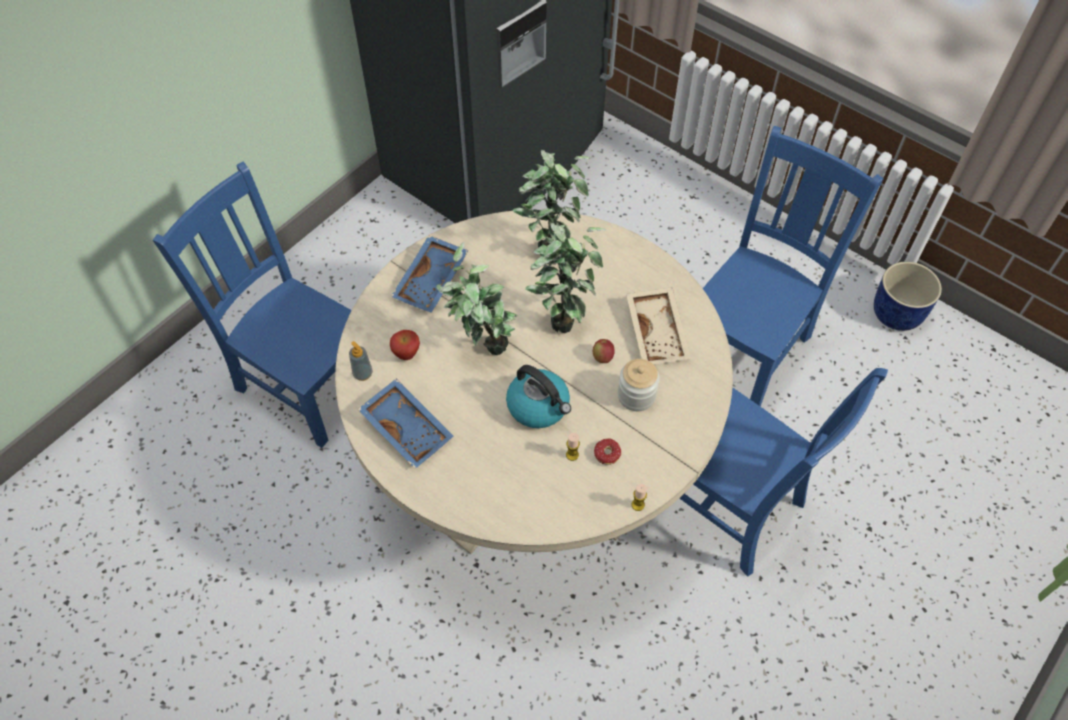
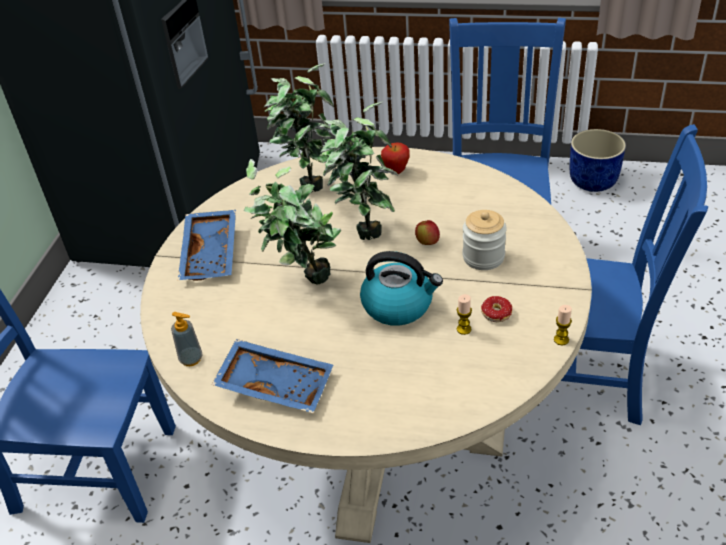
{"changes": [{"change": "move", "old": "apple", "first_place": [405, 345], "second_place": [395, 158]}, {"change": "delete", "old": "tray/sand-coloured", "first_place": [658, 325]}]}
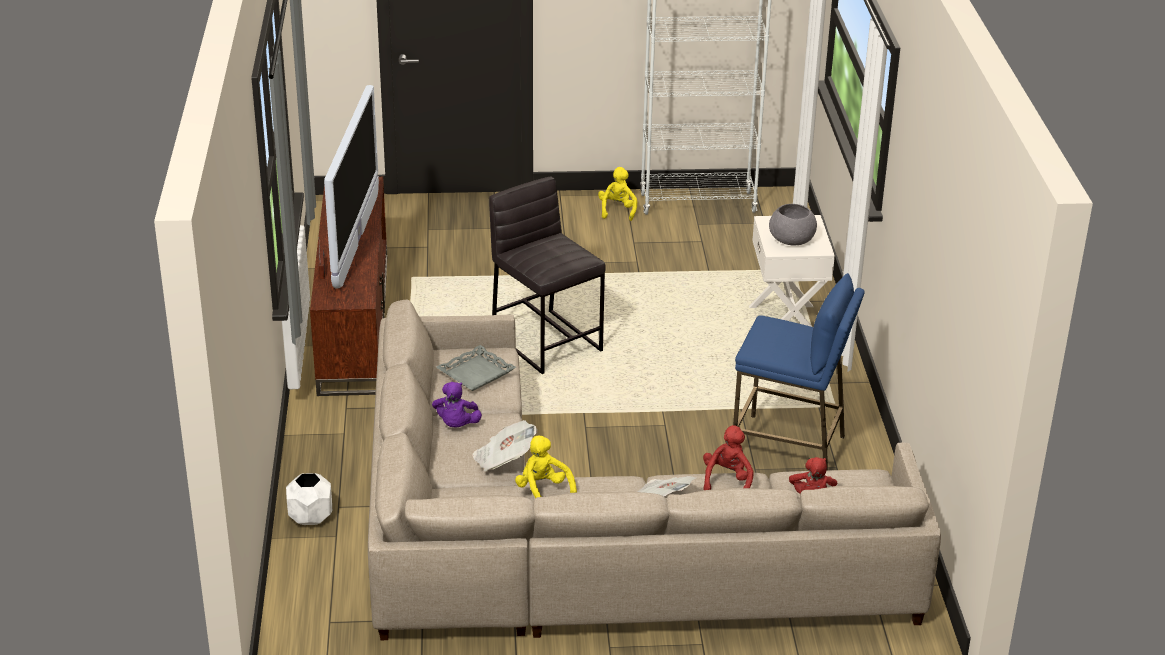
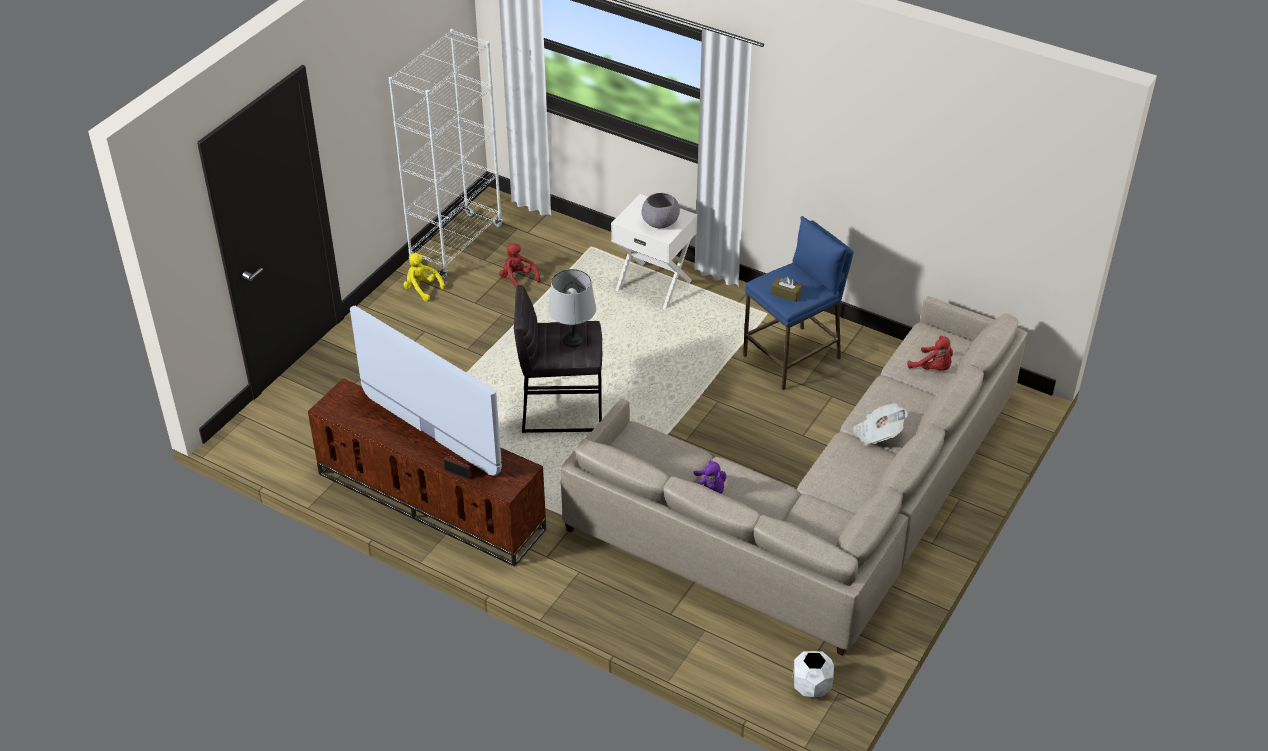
{"changes": [{"change": "move", "old": "cuddly toy/red", "first_place": [728, 457], "second_place": [520, 265]}, {"change": "insert", "new": "table lamp/greyish", "second_place": [572, 308]}, {"change": "insert", "new": "tissue box/brownish", "second_place": [786, 289]}, {"change": "move", "old": "plant pot/white", "first_place": [309, 499], "second_place": [813, 674]}, {"change": "delete", "old": "tray/greyish", "first_place": [476, 368]}, {"change": "delete", "old": "printed paper", "first_place": [504, 446]}, {"change": "delete", "old": "cuddly toy/yellowish", "first_place": [546, 467]}]}
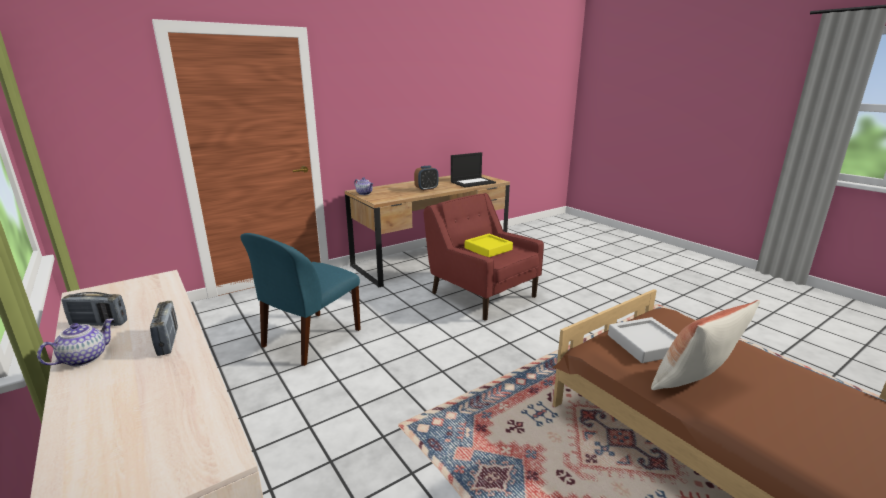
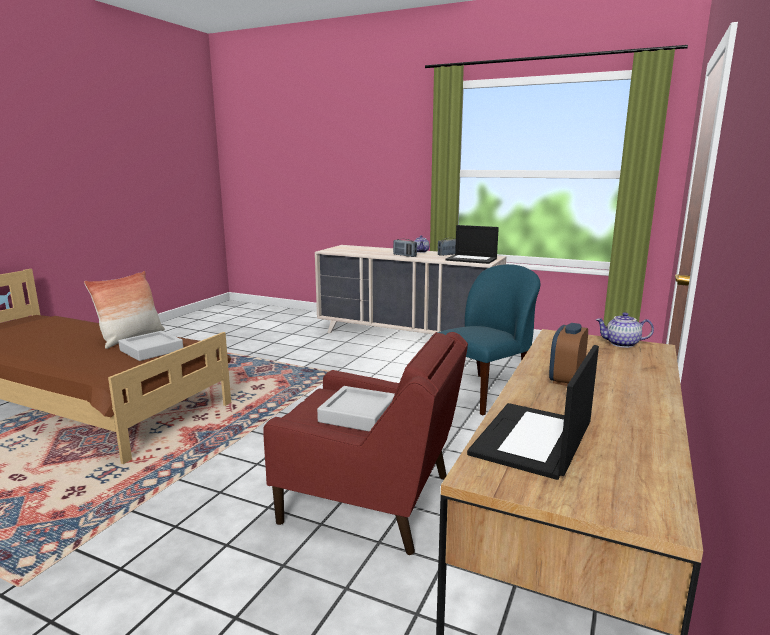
{"changes": [{"change": "recolor", "old": "tray/yellowish", "new": "tray/greyish", "first_place": [489, 245], "second_place": [356, 409]}, {"change": "rotate", "old": "upright chair/blue-coloured", "first_place": [301, 299], "second_place": [485, 339], "degrees": 45}, {"change": "insert", "new": "laptop", "second_place": [472, 244]}]}
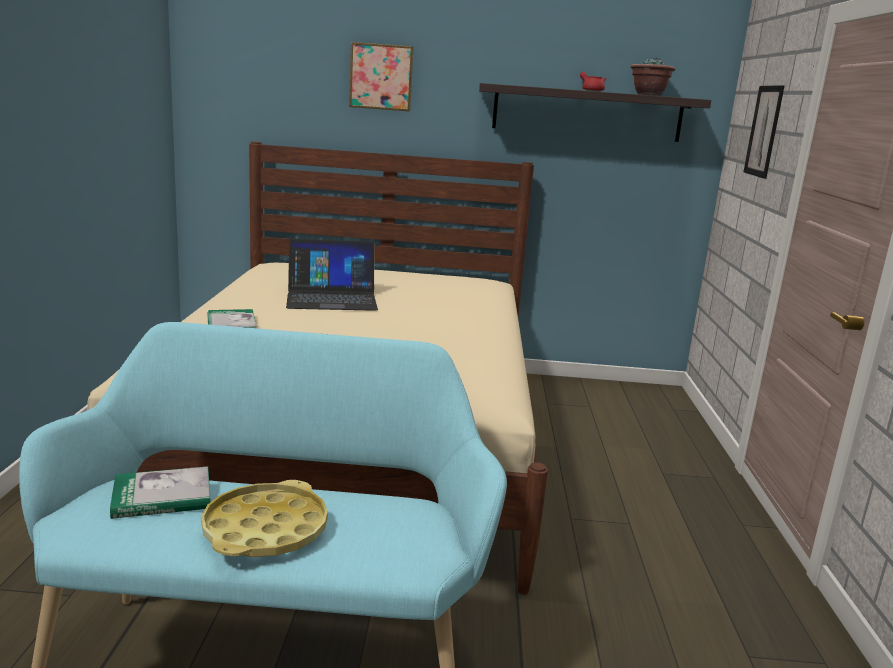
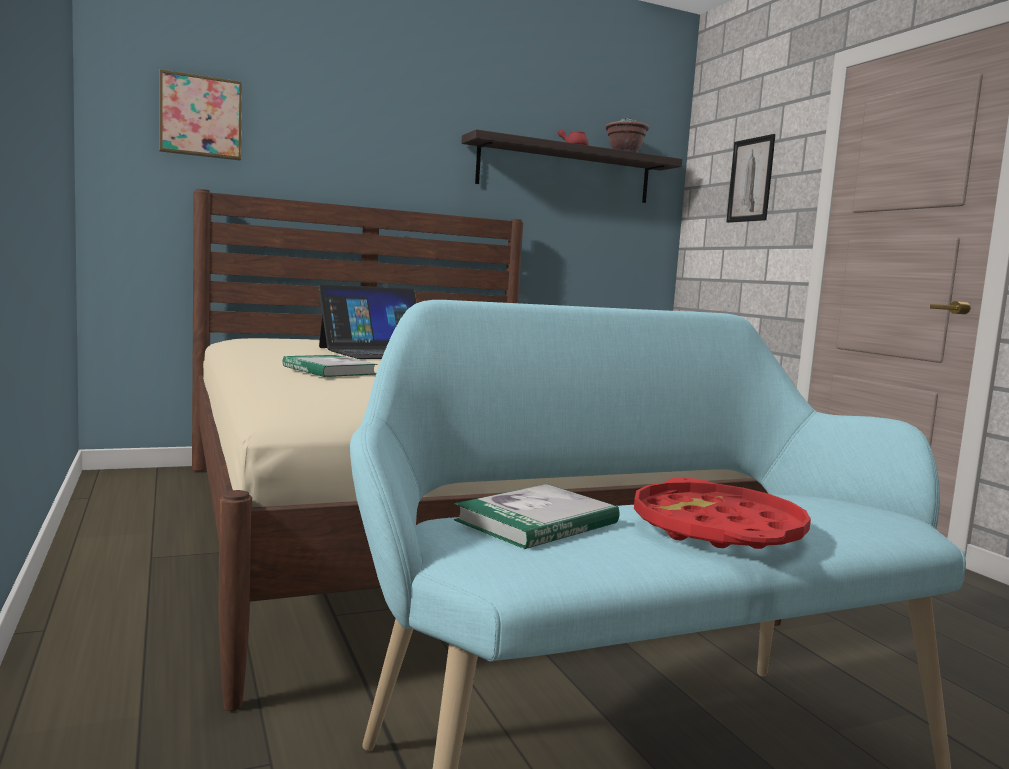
{"changes": [{"change": "move", "old": "picture", "first_place": [381, 76], "second_place": [200, 114]}, {"change": "recolor", "old": "tray/yellowish", "new": "tray/red", "first_place": [264, 518], "second_place": [722, 513]}]}
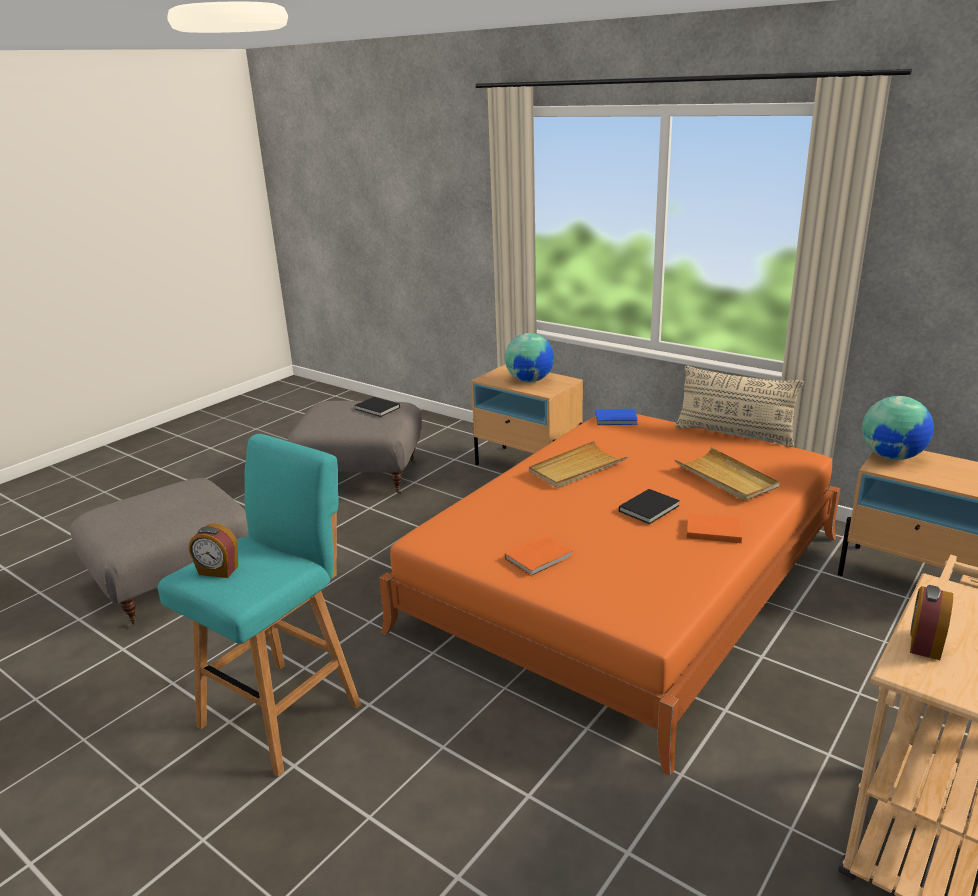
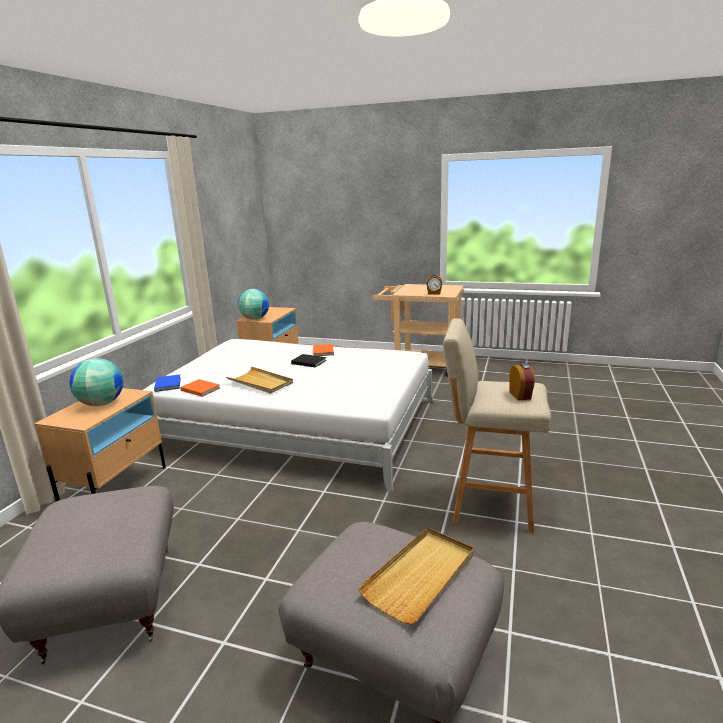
{"changes": [{"change": "recolor", "old": "sleeping bed/orange-coloured", "new": "sleeping bed/white", "first_place": [609, 595], "second_place": [288, 415]}, {"change": "move", "old": "book/orange-coloured", "first_place": [539, 556], "second_place": [200, 388]}, {"change": "move", "old": "tray/sand-coloured", "first_place": [727, 474], "second_place": [416, 576]}, {"change": "recolor", "old": "stool/turquoise-coloured", "new": "stool/sand-coloured", "first_place": [259, 605], "second_place": [497, 426]}, {"change": "delete", "old": "book/black-coloured", "first_place": [377, 407]}, {"change": "delete", "old": "throw pillow/sand-coloured", "first_place": [739, 406]}]}
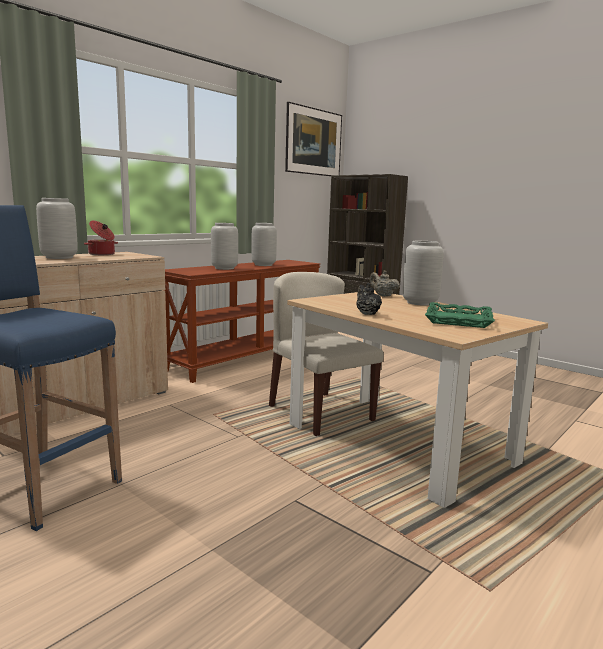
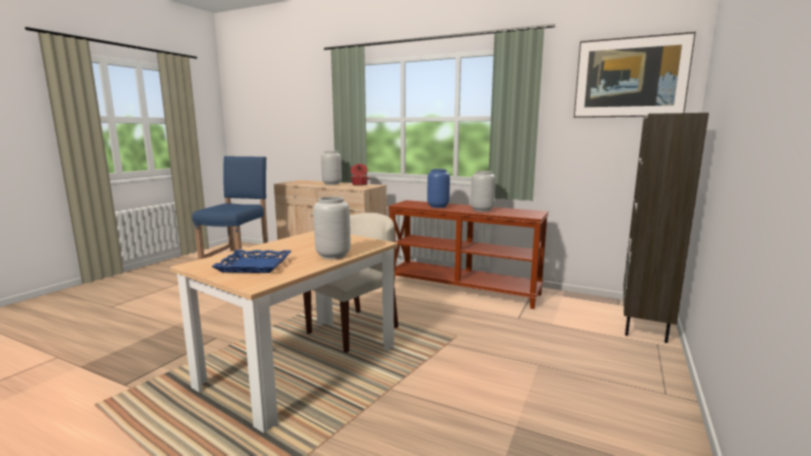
{"changes": [{"change": "recolor", "old": "tray/greenish", "new": "tray/blue-coloured", "first_place": [460, 315], "second_place": [251, 261]}, {"change": "recolor", "old": "flower vase/greyish", "new": "flower vase/blue-coloured", "first_place": [224, 246], "second_place": [438, 188]}, {"change": "delete", "old": "pot for tea/black-coloured", "first_place": [369, 299]}, {"change": "delete", "old": "pot for tea/sand-coloured", "first_place": [384, 283]}]}
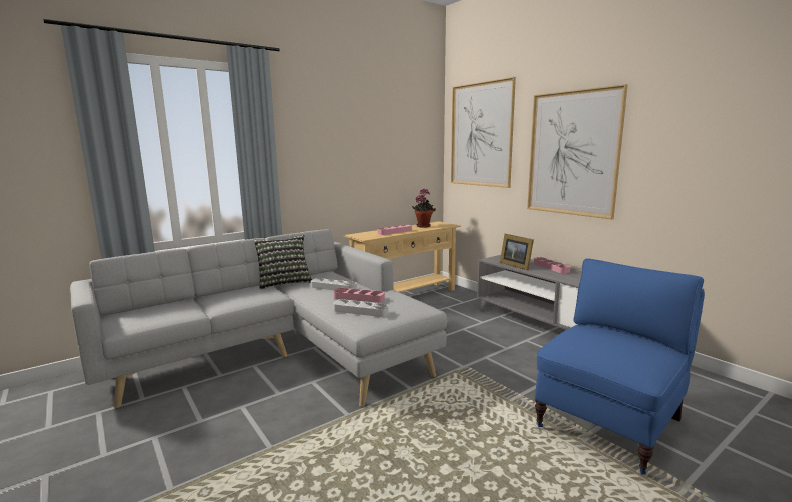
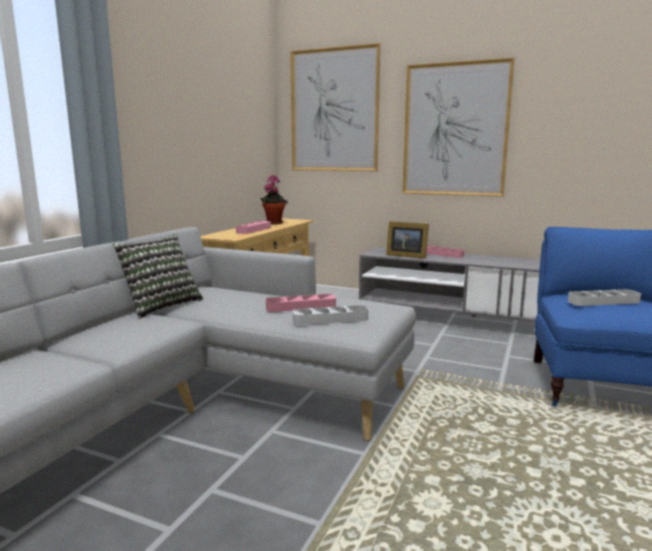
{"changes": [{"change": "move", "old": "tray/greyish", "first_place": [334, 284], "second_place": [604, 297]}]}
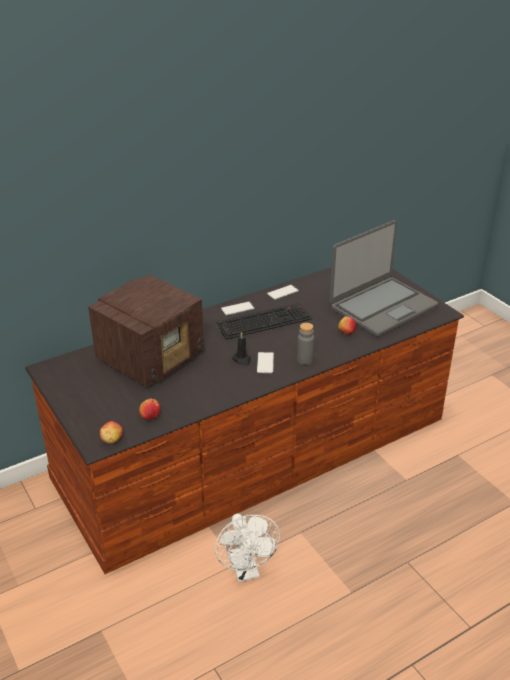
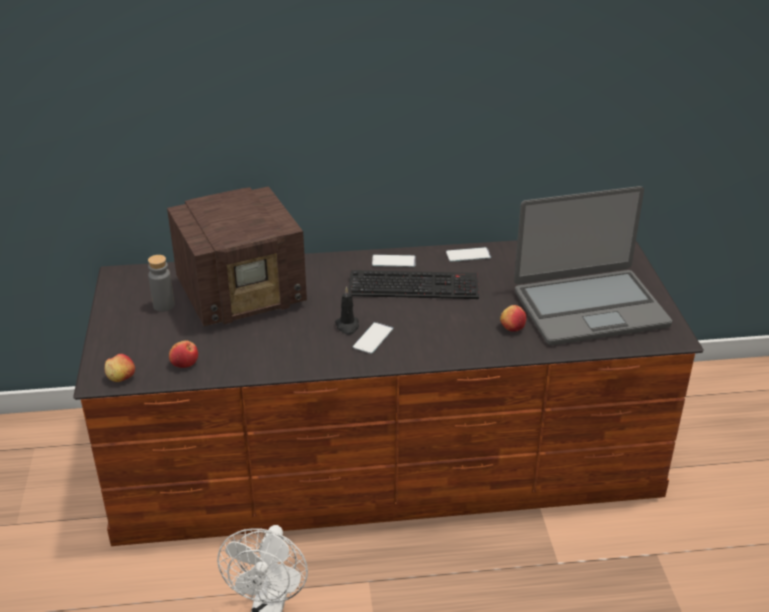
{"changes": [{"change": "move", "old": "drink bottle/greyish", "first_place": [305, 344], "second_place": [161, 283]}]}
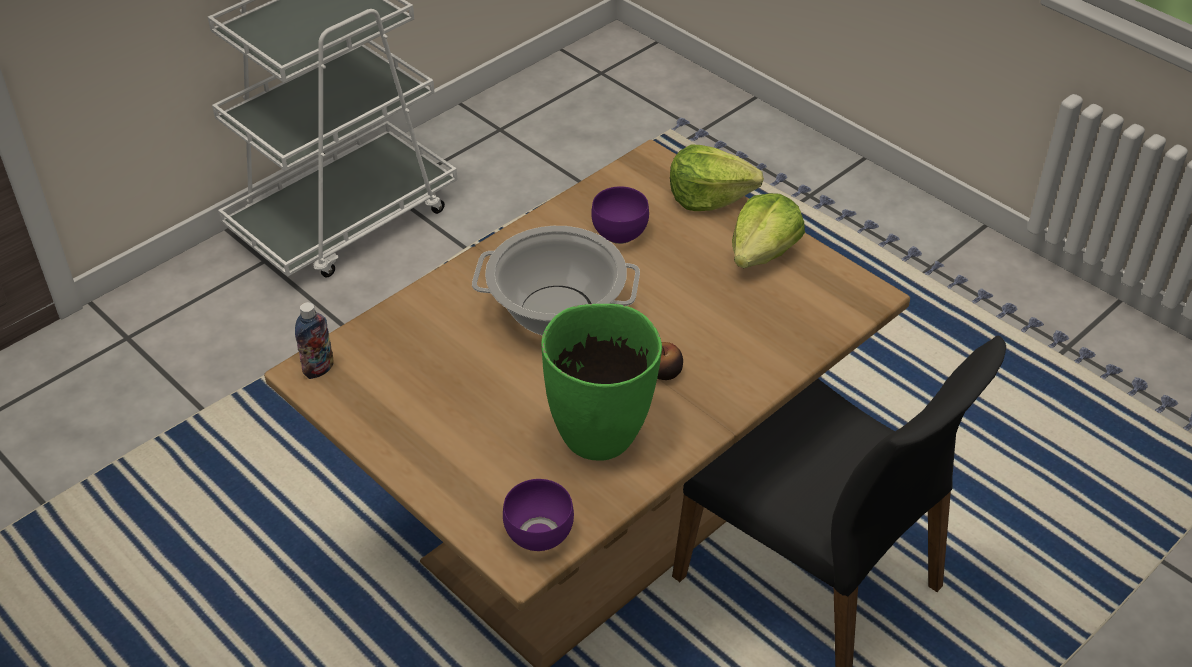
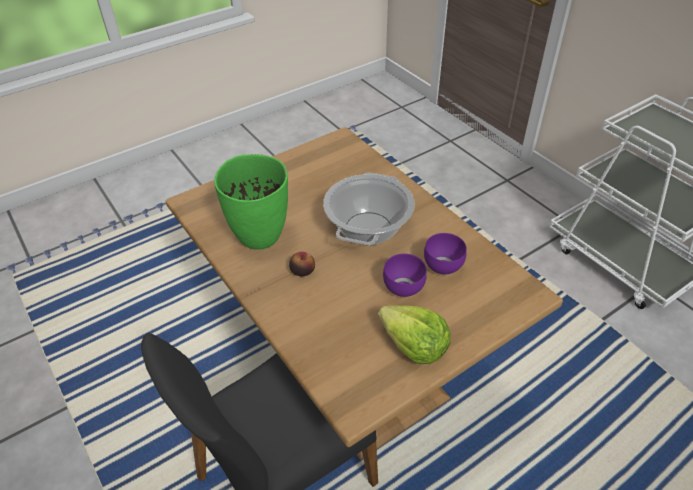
{"changes": [{"change": "move", "old": "bowl/purplish", "first_place": [538, 515], "second_place": [405, 275]}, {"change": "delete", "old": "drink bottle", "first_place": [314, 340]}, {"change": "delete", "old": "lettuce", "first_place": [717, 178]}]}
